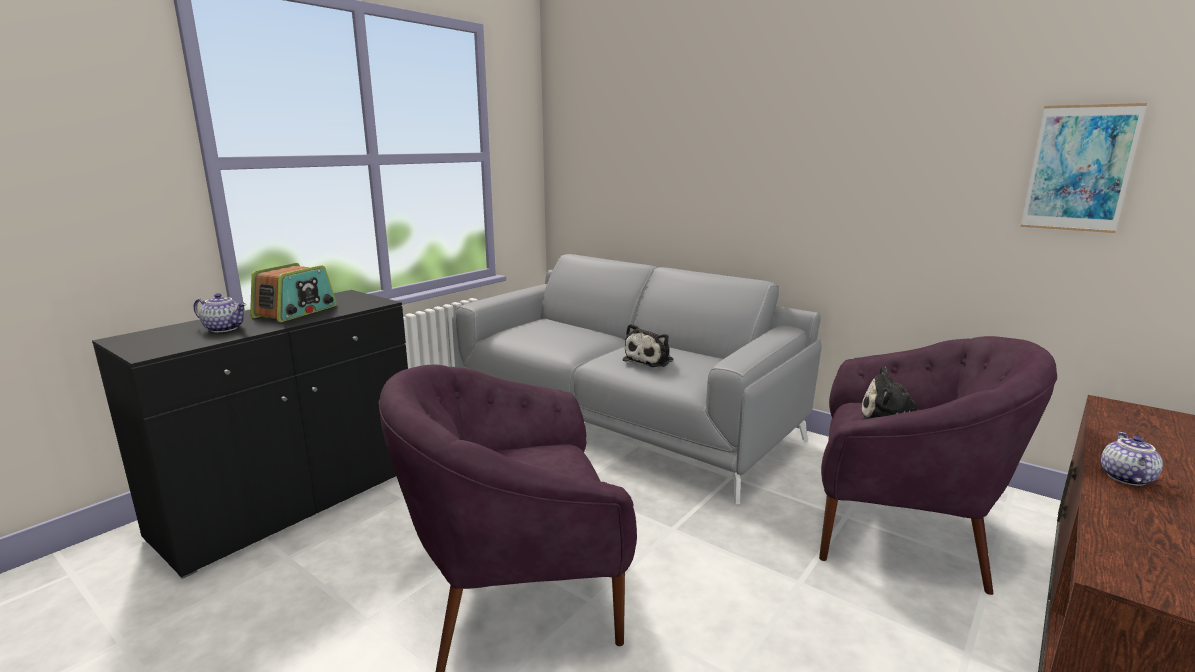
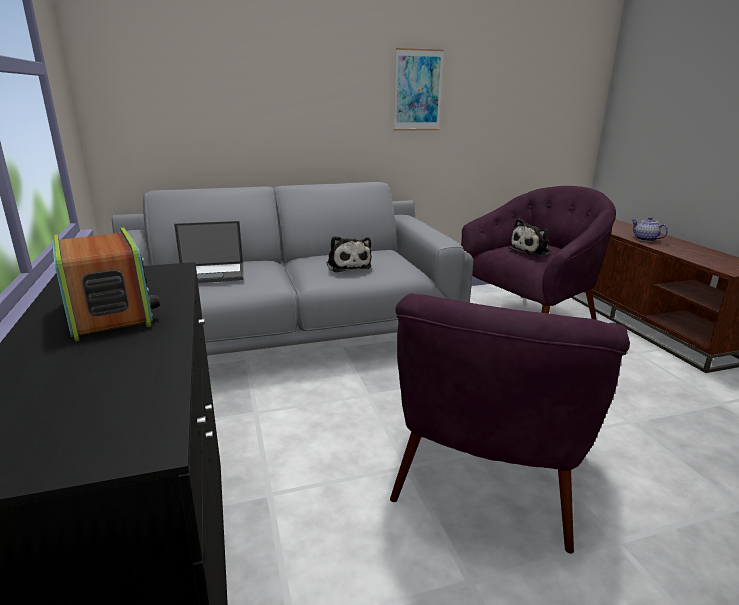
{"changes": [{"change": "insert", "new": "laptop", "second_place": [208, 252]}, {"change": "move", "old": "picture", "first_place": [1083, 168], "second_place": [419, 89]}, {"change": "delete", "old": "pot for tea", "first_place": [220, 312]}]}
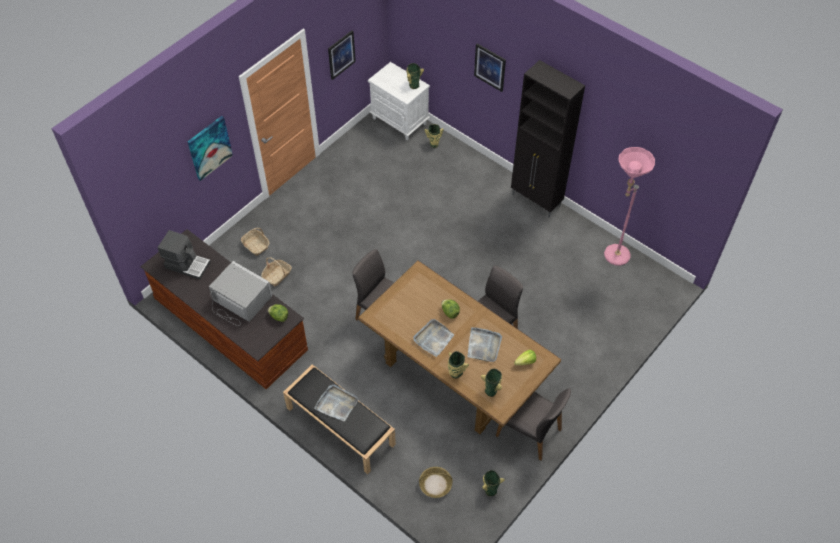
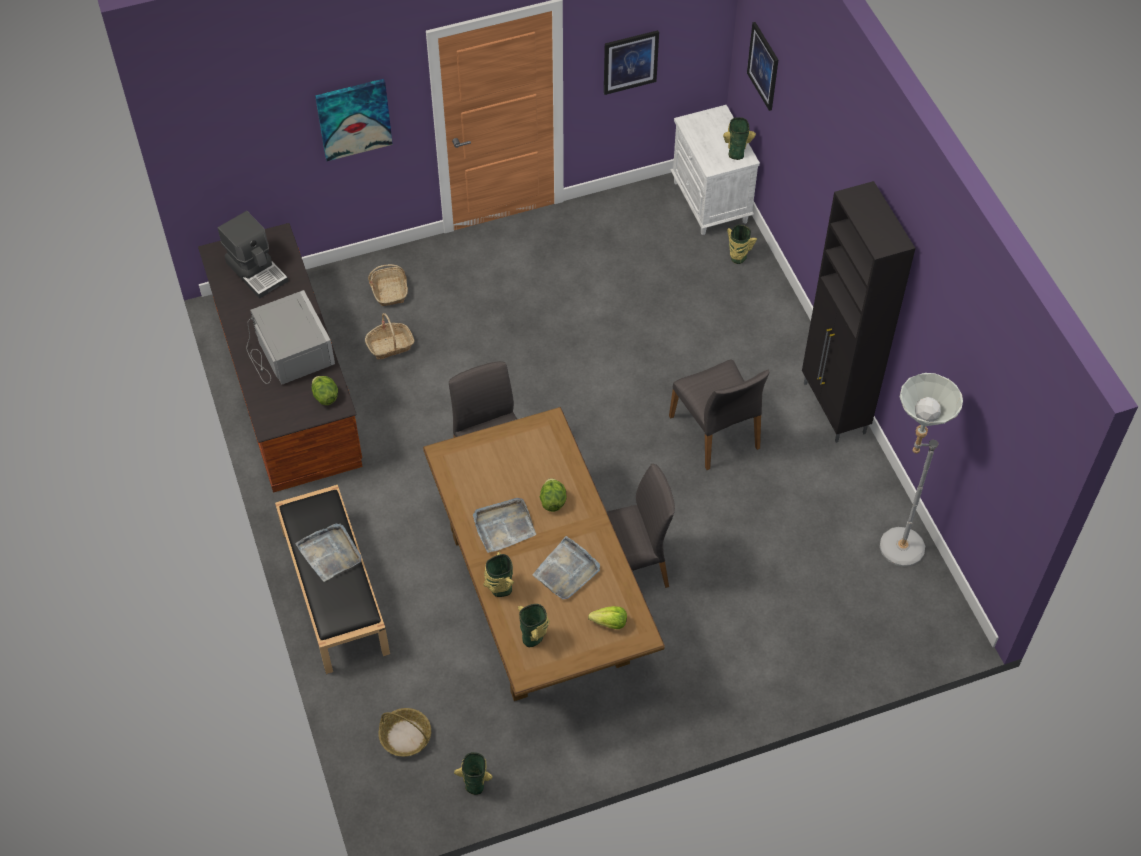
{"changes": [{"change": "move", "old": "upright chair/greyish", "first_place": [533, 424], "second_place": [719, 415]}, {"change": "move", "old": "picture", "first_place": [490, 68], "second_place": [762, 66]}, {"change": "recolor", "old": "floor lamp/pink", "new": "floor lamp/greyish", "first_place": [629, 206], "second_place": [921, 470]}]}
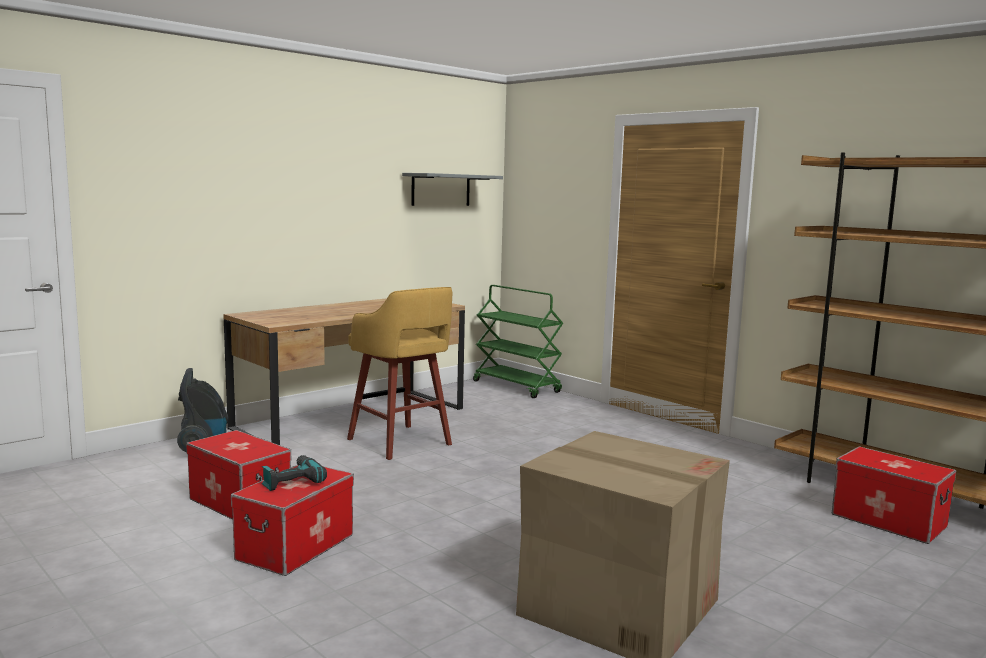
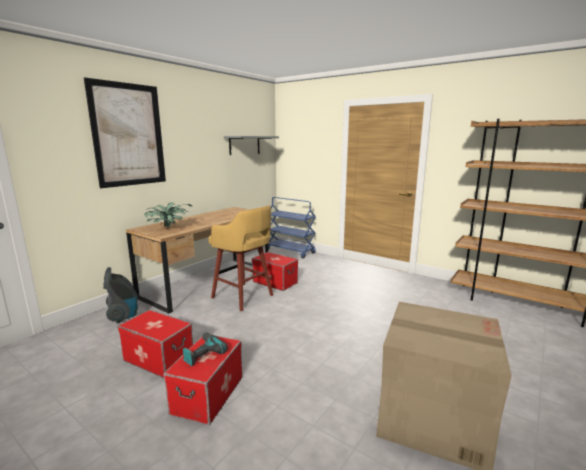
{"changes": [{"change": "insert", "new": "picture", "second_place": [125, 132]}, {"change": "insert", "new": "houseplant", "second_place": [168, 215]}, {"change": "move", "old": "storage container", "first_place": [894, 495], "second_place": [275, 271]}, {"change": "recolor", "old": "trolley/greenish", "new": "trolley/blue-coloured", "first_place": [518, 341], "second_place": [292, 227]}]}
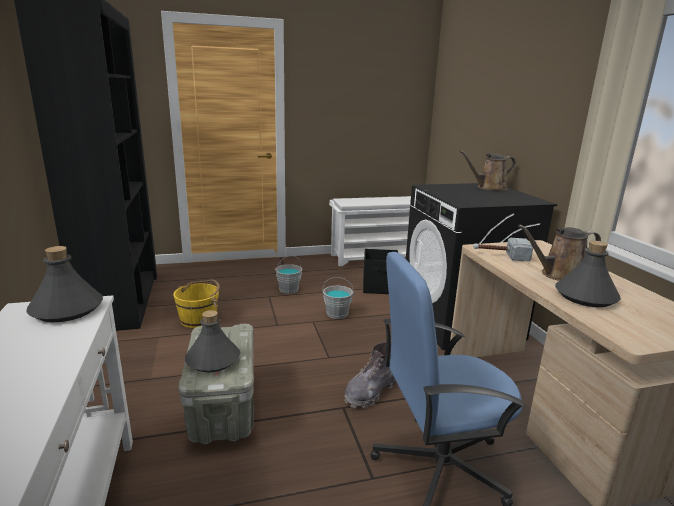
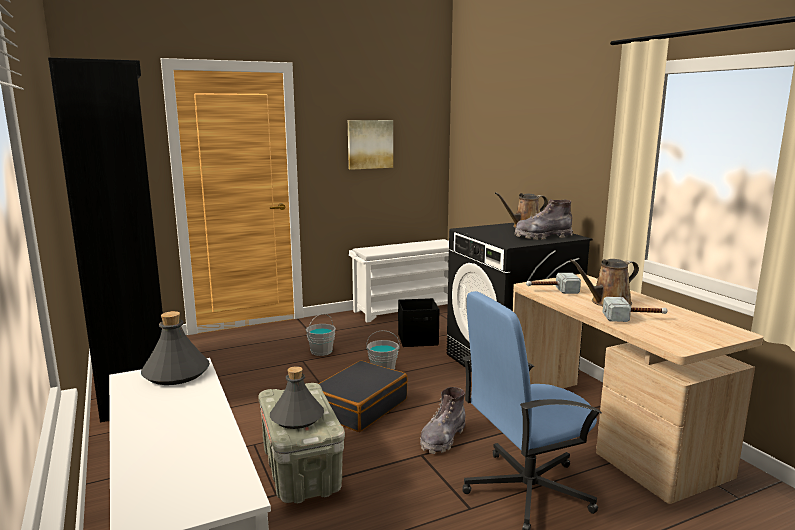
{"changes": [{"change": "insert", "new": "piece of luggage/black-coloured", "second_place": [363, 396]}, {"change": "insert", "new": "picture", "second_place": [370, 145]}, {"change": "insert", "new": "tall boot/greyish", "second_place": [544, 219]}, {"change": "replace", "old": "drink bottle/greyish", "new": "hammer", "first_place": [588, 274], "second_place": [635, 309]}, {"change": "delete", "old": "pail/yellowish", "first_place": [196, 304]}]}
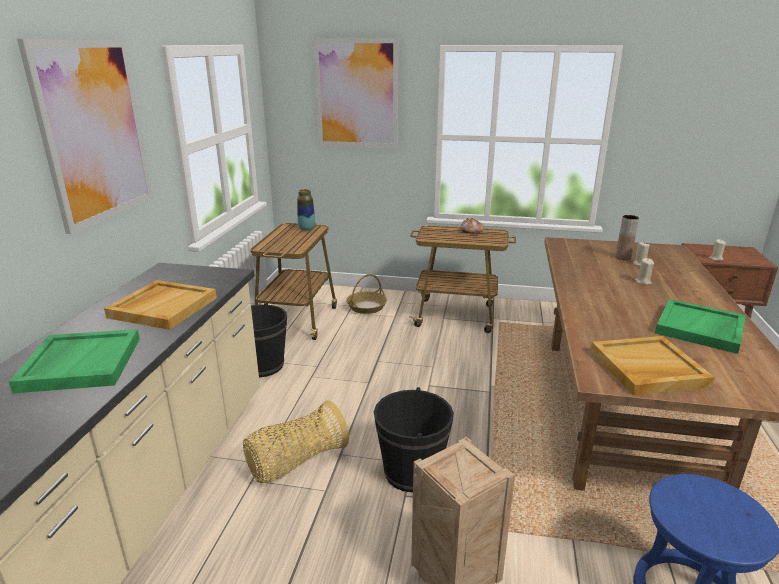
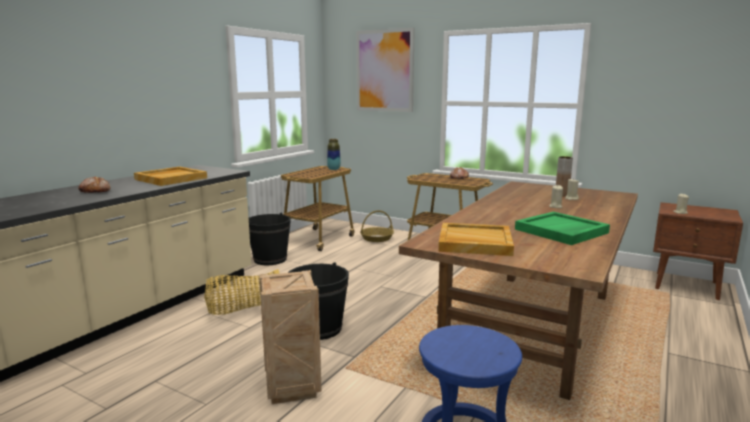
{"changes": [{"change": "replace", "old": "tray/greenish", "new": "bread", "first_place": [74, 361], "second_place": [94, 185]}, {"change": "delete", "old": "picture", "first_place": [85, 136]}]}
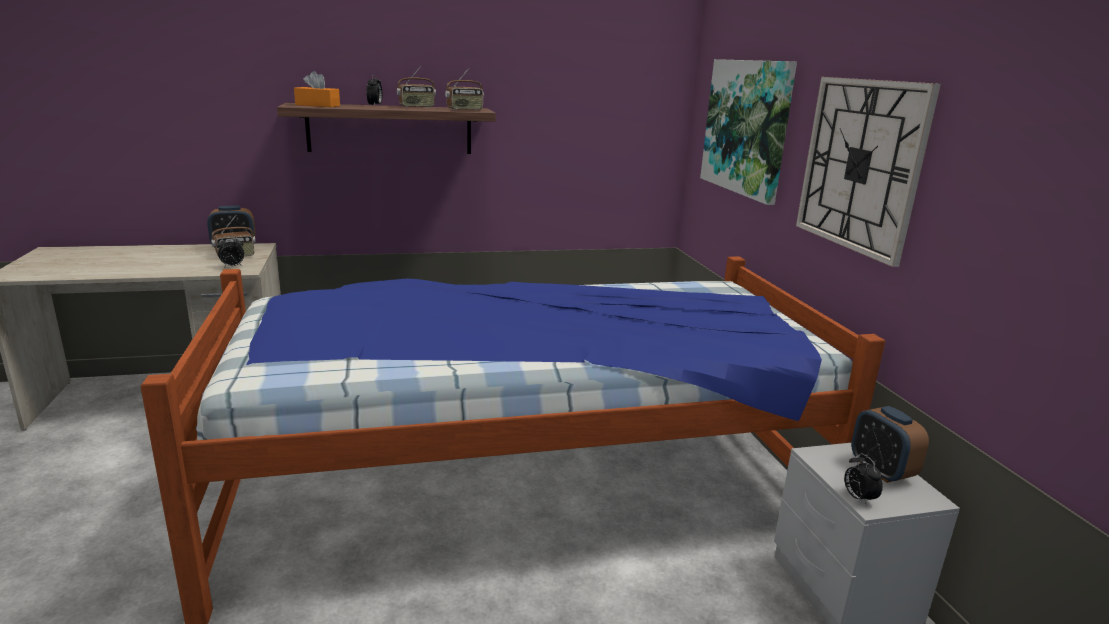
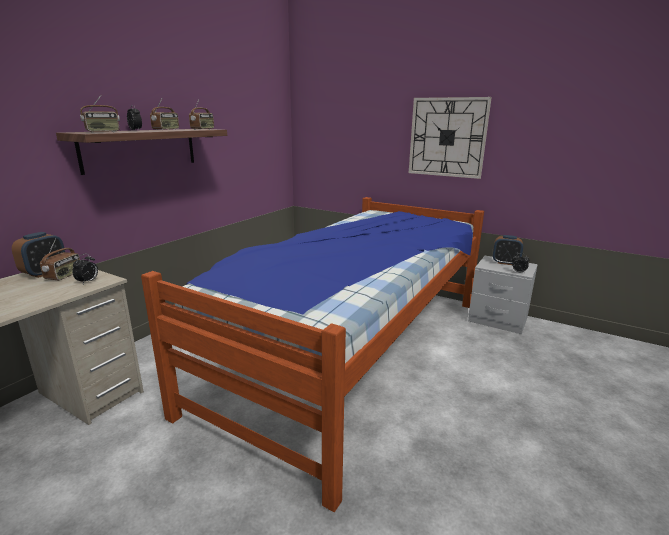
{"changes": [{"change": "replace", "old": "tissue box/orange-coloured", "new": "radio", "first_place": [317, 89], "second_place": [100, 113]}, {"change": "delete", "old": "picture", "first_place": [748, 132]}]}
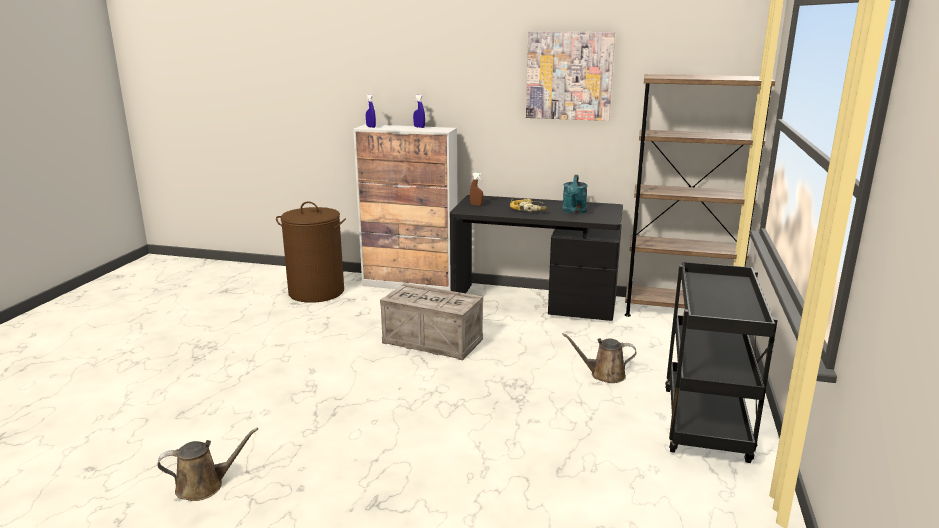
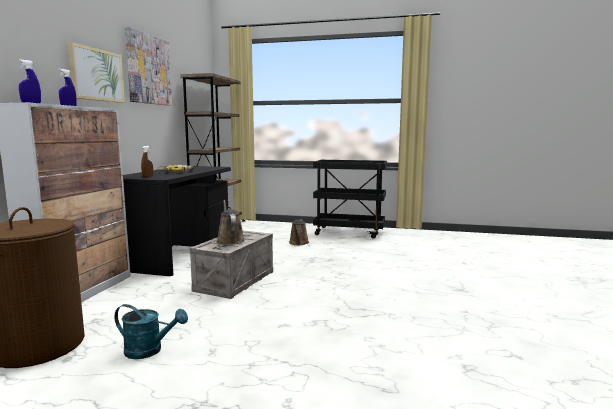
{"changes": [{"change": "insert", "new": "picture", "second_place": [96, 72]}, {"change": "move", "old": "watering pot/turquoise-coloured", "first_place": [575, 194], "second_place": [151, 331]}, {"change": "move", "old": "watering pot/brownish", "first_place": [207, 464], "second_place": [230, 222]}]}
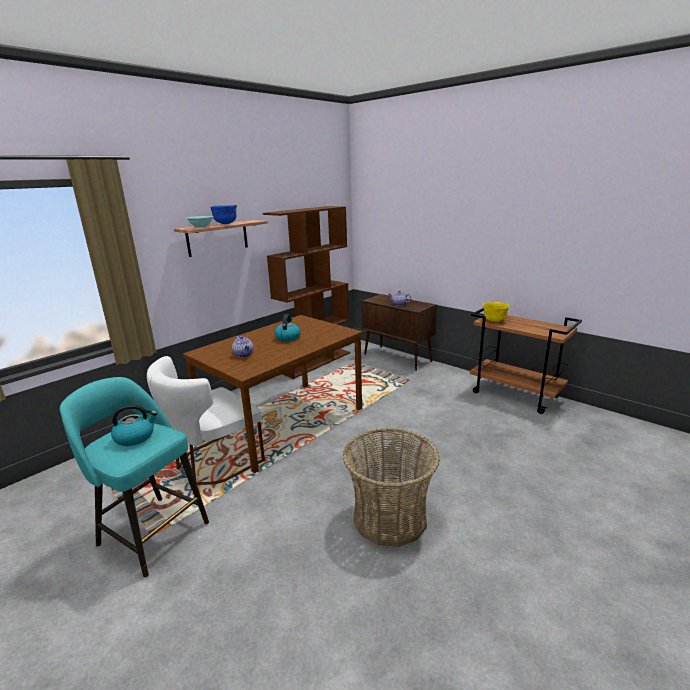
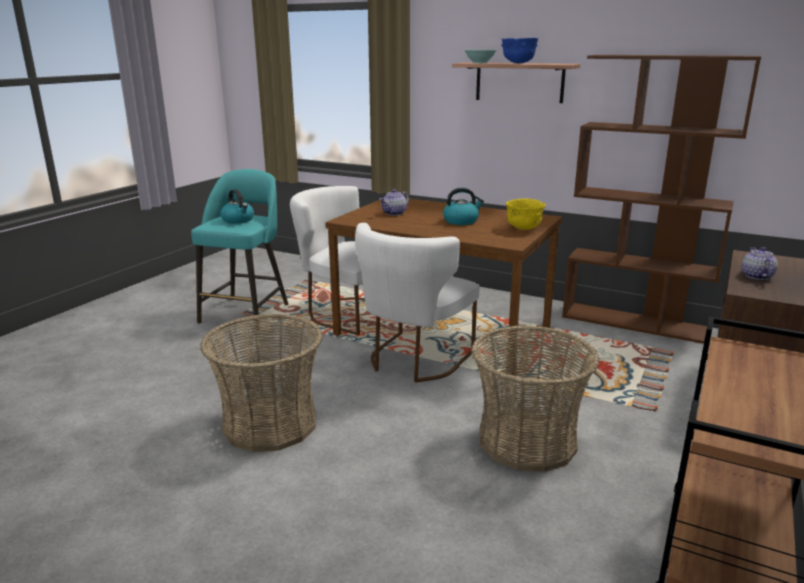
{"changes": [{"change": "insert", "new": "upright chair/white", "second_place": [417, 303]}, {"change": "insert", "new": "storage basket", "second_place": [535, 398]}, {"change": "move", "old": "bowl/yellowish", "first_place": [496, 312], "second_place": [526, 214]}]}
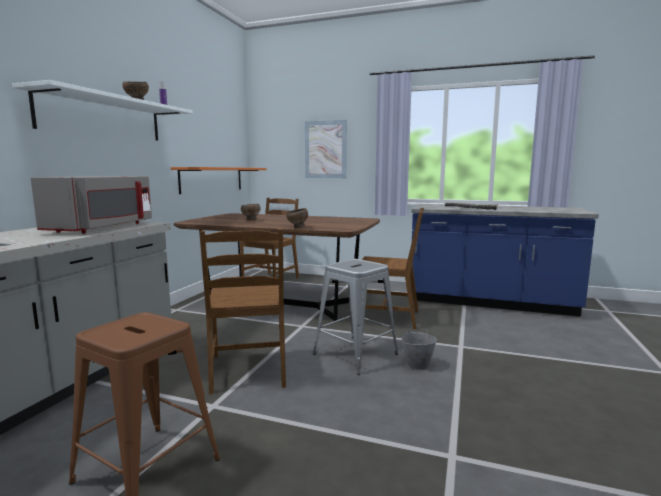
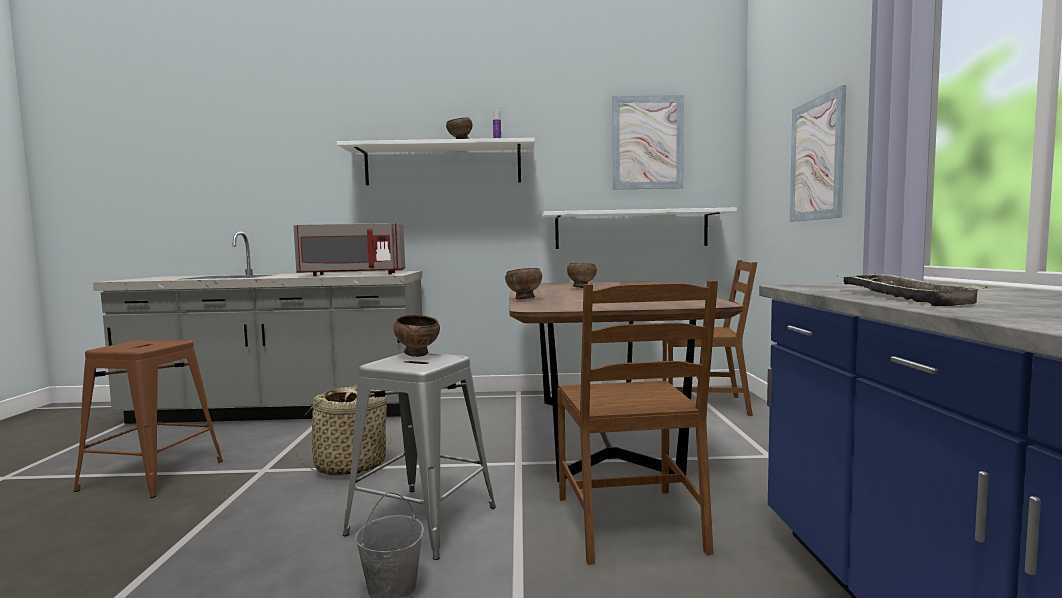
{"changes": [{"change": "replace", "old": "upright chair/brownish", "new": "storage basket", "first_place": [242, 311], "second_place": [342, 429]}, {"change": "insert", "new": "bowl/brownish", "second_place": [417, 336]}, {"change": "recolor", "old": "bracket shelf/orange-coloured", "new": "bracket shelf/white", "first_place": [219, 180], "second_place": [639, 228]}, {"change": "insert", "new": "picture", "second_place": [648, 142]}]}
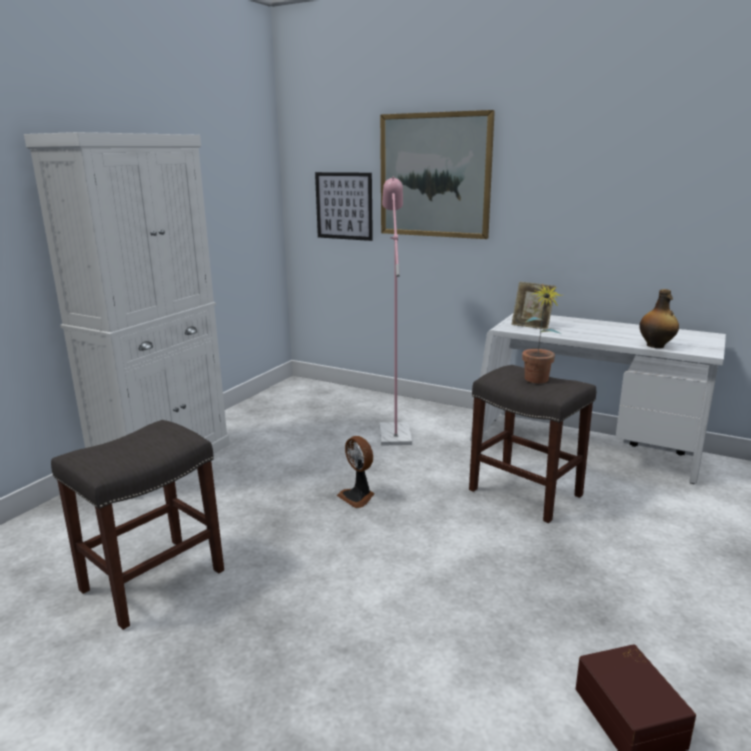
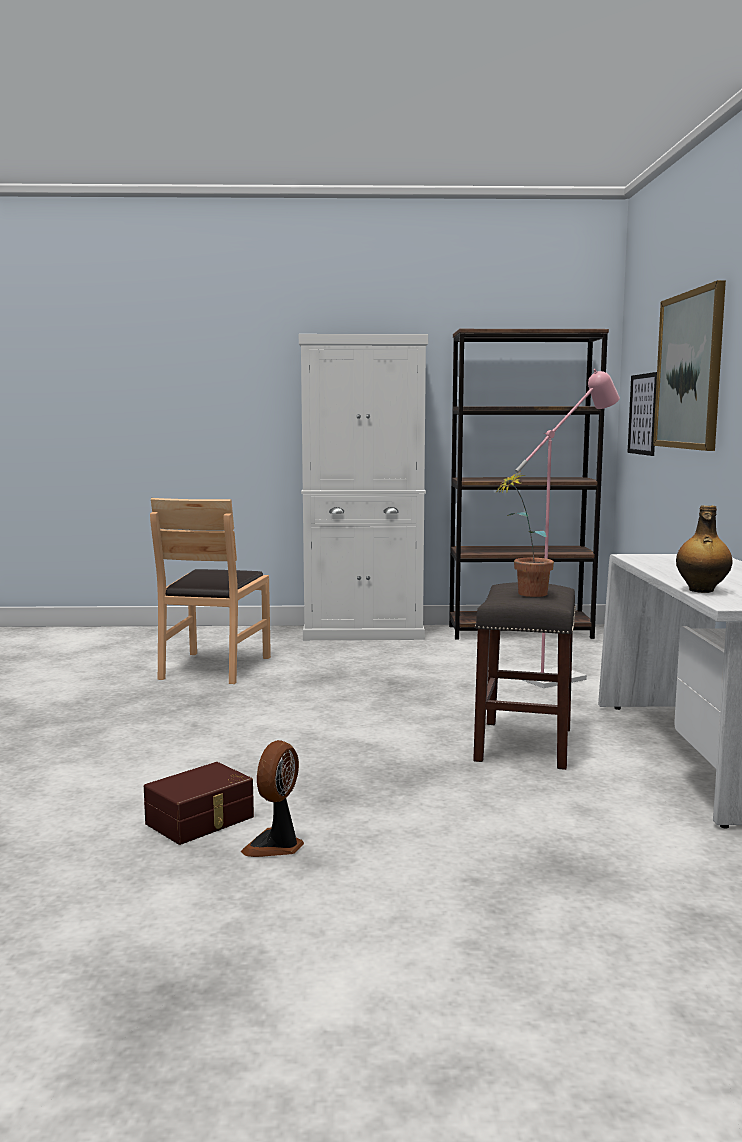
{"changes": [{"change": "replace", "old": "stool/greyish", "new": "upright chair/brownish", "first_place": [137, 525], "second_place": [210, 591]}, {"change": "move", "old": "electric fan", "first_place": [355, 472], "second_place": [272, 798]}, {"change": "insert", "new": "bookshelf/brownish", "second_place": [529, 484]}, {"change": "delete", "old": "photo frame", "first_place": [533, 305]}]}
